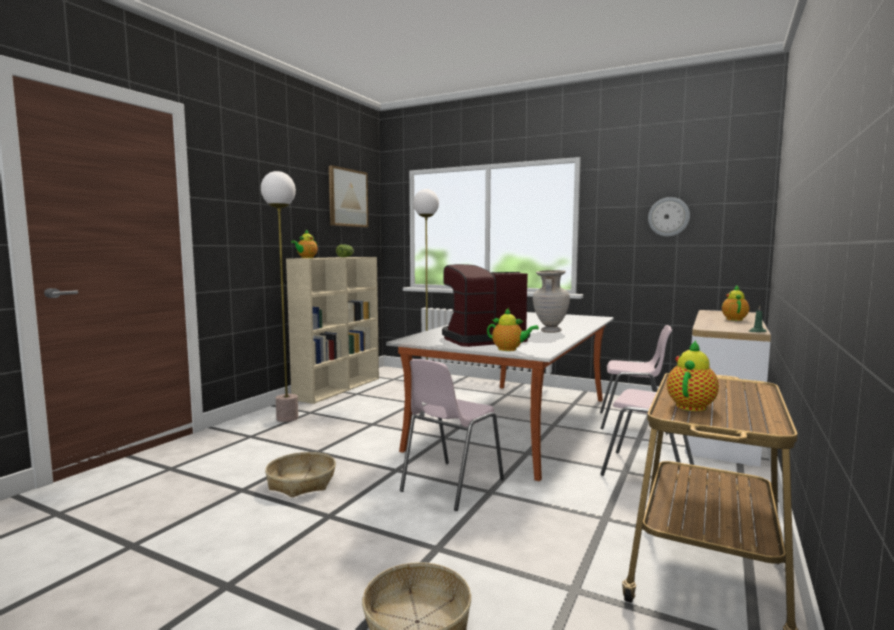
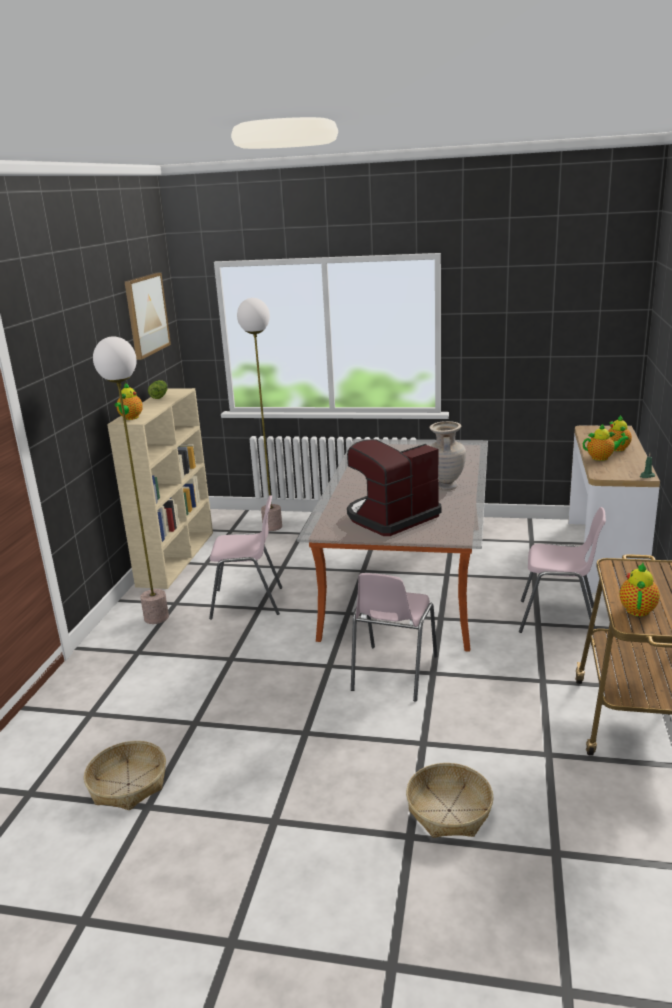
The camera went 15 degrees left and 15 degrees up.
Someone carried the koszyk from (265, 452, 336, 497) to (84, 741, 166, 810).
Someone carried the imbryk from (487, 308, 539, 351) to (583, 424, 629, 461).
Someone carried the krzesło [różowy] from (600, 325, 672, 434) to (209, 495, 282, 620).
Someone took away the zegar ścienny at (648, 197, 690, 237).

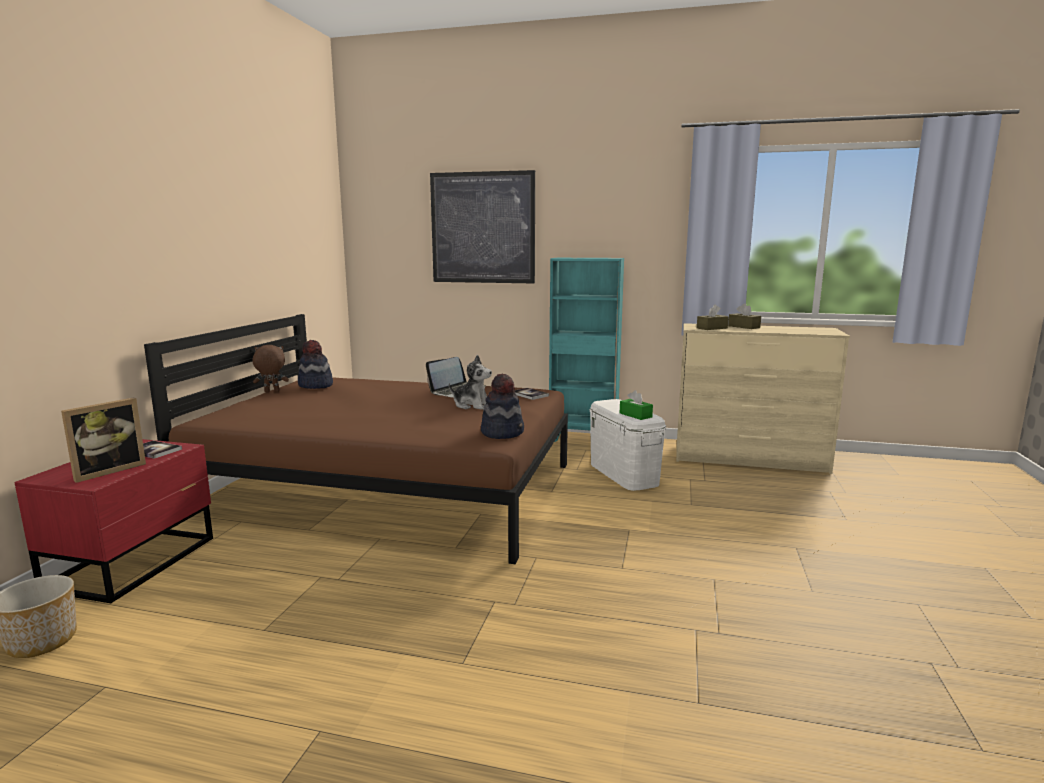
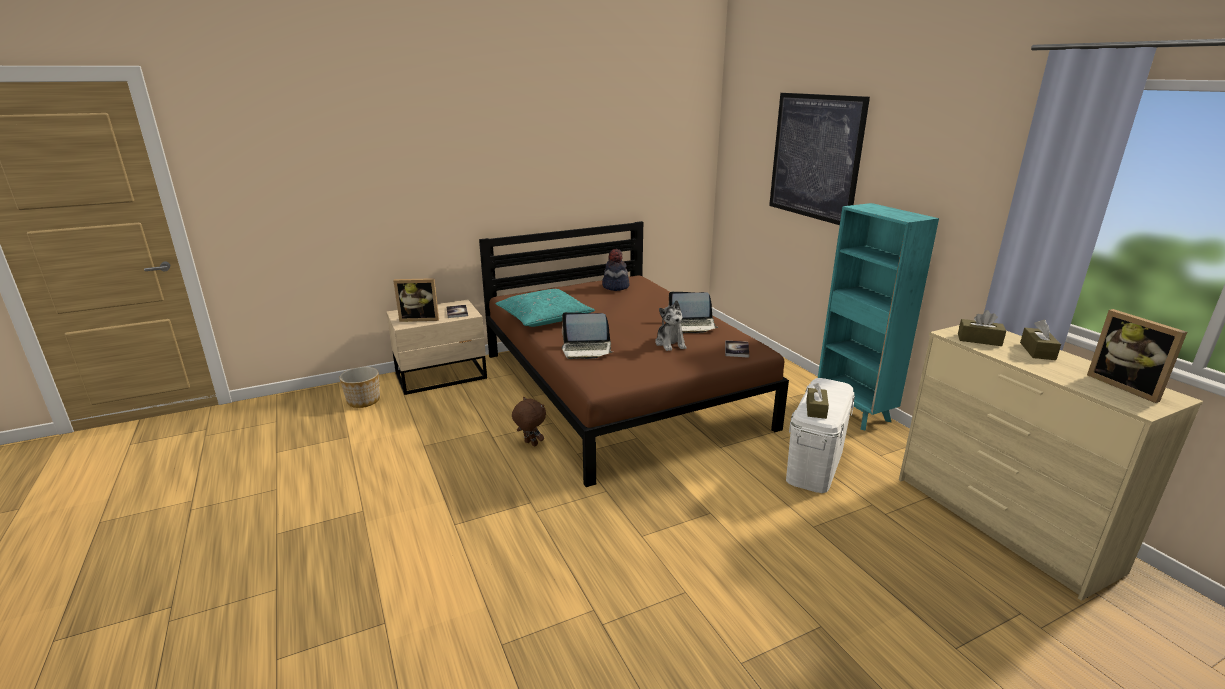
The camera went 50 degrees right and 10 degrees up.
Someone repainted the szafka nocna [czerwony] at (14, 439, 213, 603), which became the szafka nocna [beżowy] at (386, 300, 487, 395).
Someone carried the pluszak [brązowy] from (253, 345, 289, 392) to (512, 397, 546, 446).
Someone took away the kapelusz at (481, 374, 524, 439).
Someone repainted the pudełko chusteczek [zielony] at (620, 390, 653, 420), which became the pudełko chusteczek [brązowy] at (806, 383, 829, 419).
Someone put down the poduszka [turkusowy] at (496, 289, 595, 327).
Someone put down the laptop at (562, 312, 613, 359).
Someone put down the ramka na zdjęcie at (1087, 309, 1187, 403).

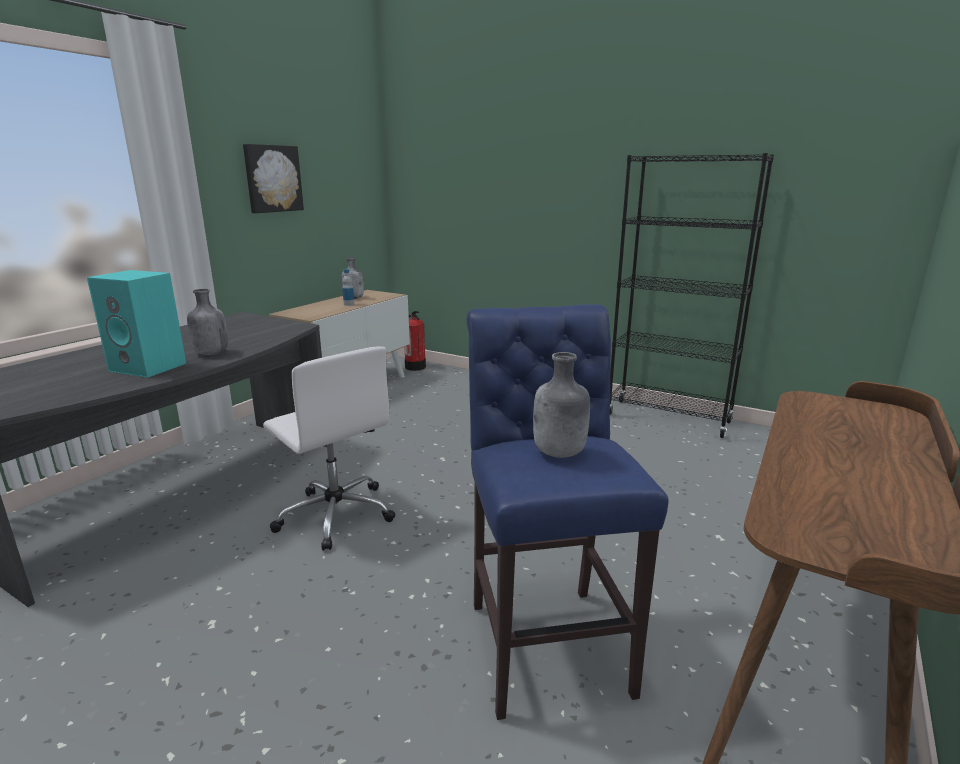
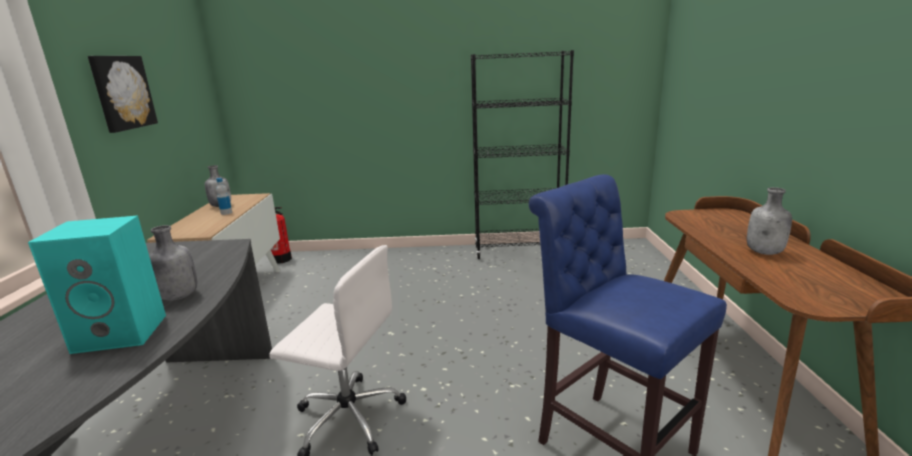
The camera went 30 degrees left and 0 degrees up.
Someone carried the butelka [szary] from (533, 352, 590, 458) to (747, 187, 792, 255).

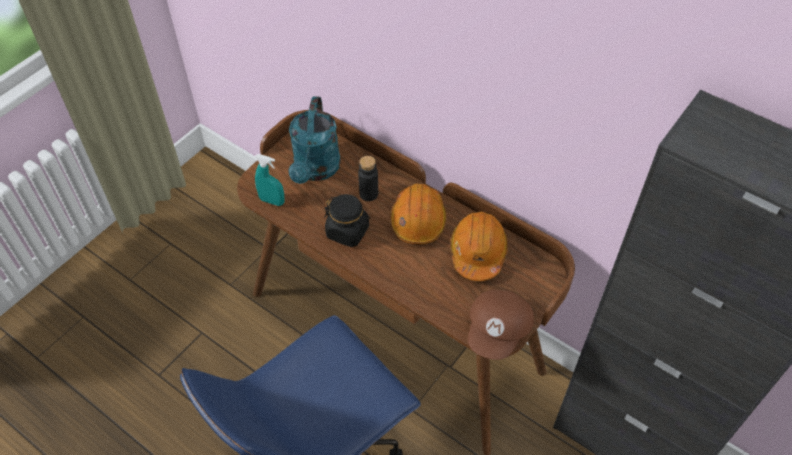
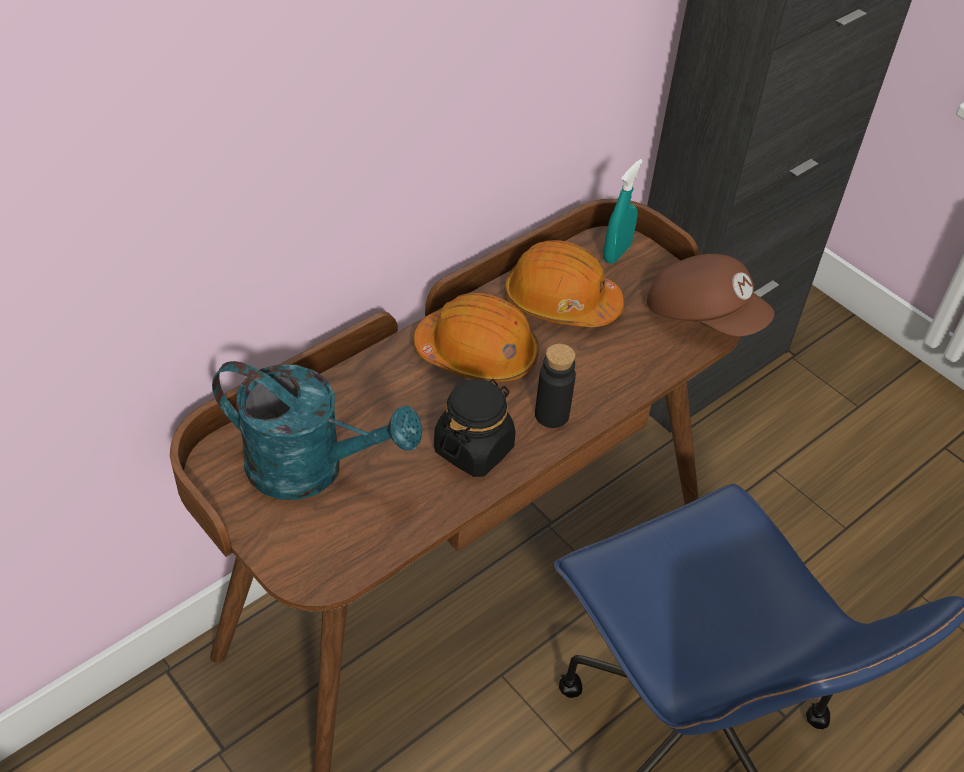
The camera went 80 degrees left and 5 degrees down.
Someone carried the spryskiwacz [turkusowy] from (255, 154, 284, 206) to (603, 159, 643, 264).
Someone carried the butelka [czarny] from (358, 156, 378, 201) to (535, 344, 576, 428).

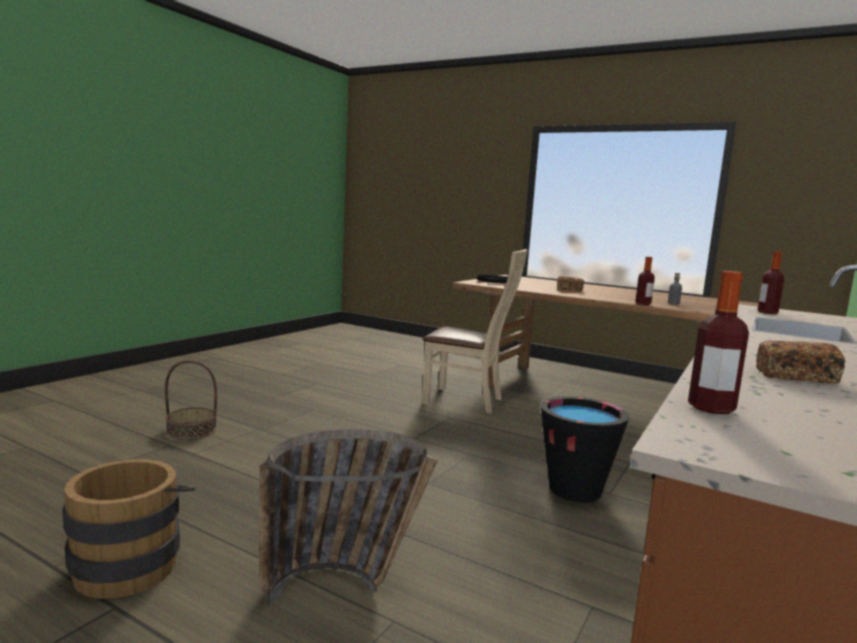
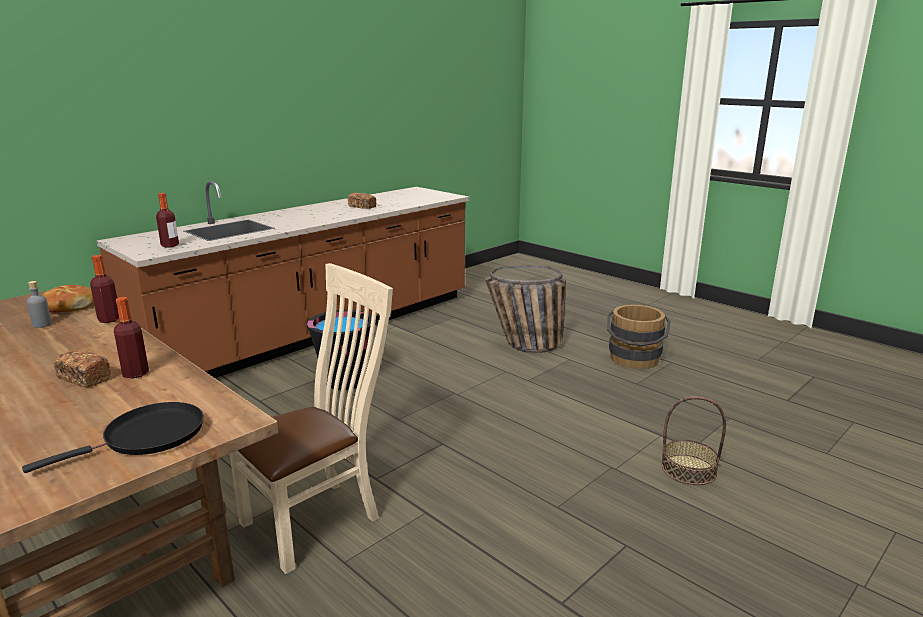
The camera went 165 degrees left and 10 degrees up.
Someone rotated the krzesło [beżowy] at (422, 249, 528, 414) by 105 degrees clockwise.
Someone carried the butelka from (688, 271, 749, 414) to (114, 297, 149, 378).
Someone put down the chleb at (42, 285, 94, 313).

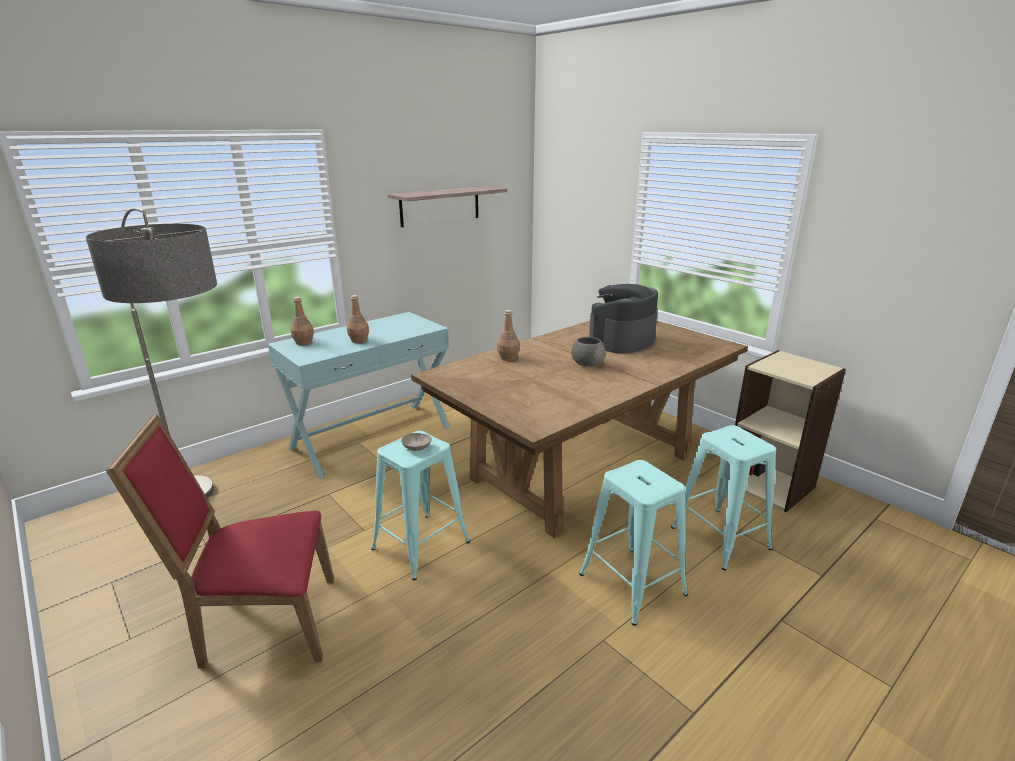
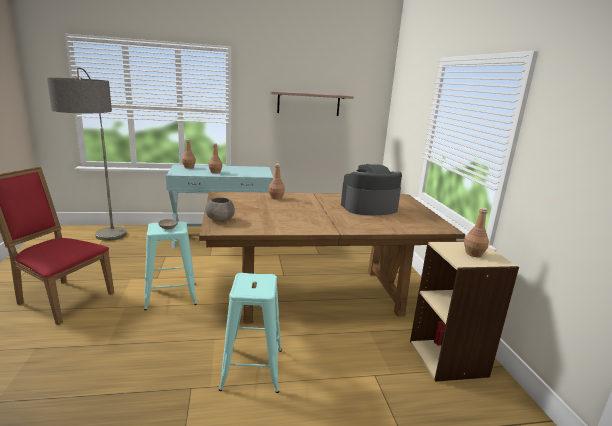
The camera went 30 degrees right and 5 degrees down.
Someone carried the miska [szary] from (571, 337, 606, 366) to (206, 198, 235, 222).
Someone took away the stołek [turkusowy] at (671, 425, 776, 571).
Someone put down the butelka [brązowy] at (464, 208, 489, 257).

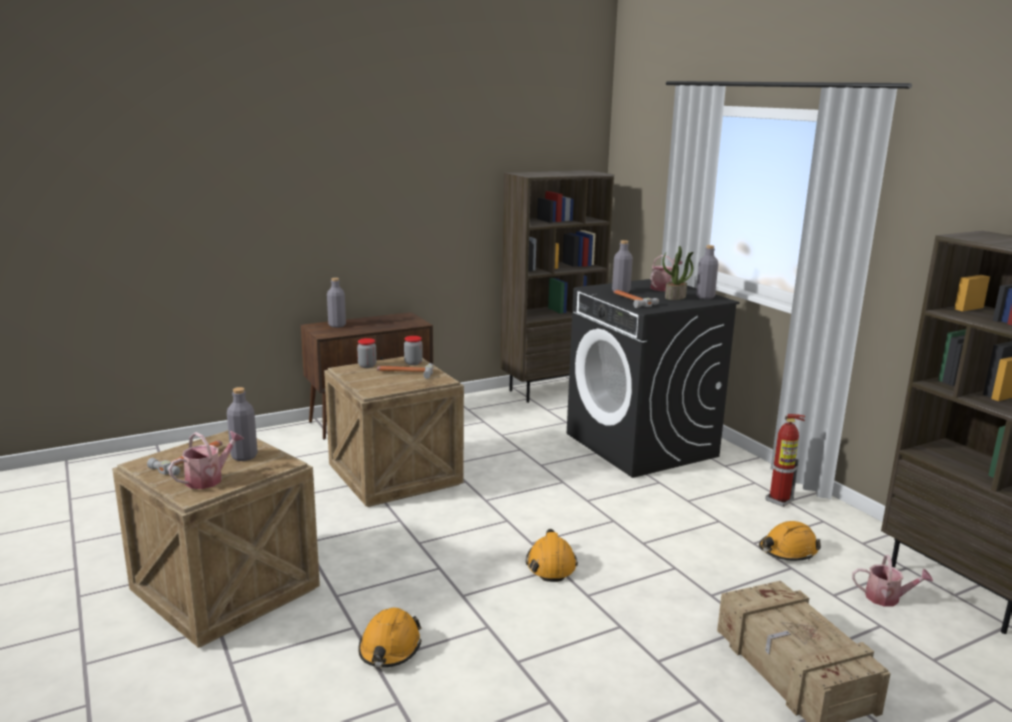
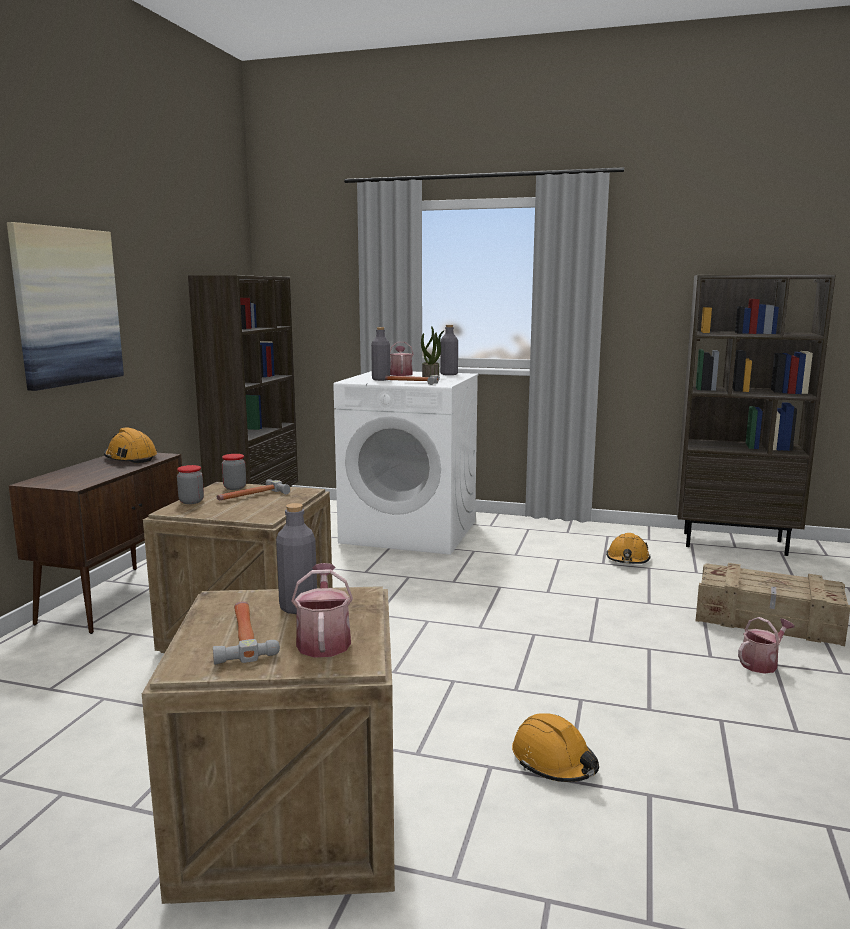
The camera went 45 degrees left and 5 degrees down.
Someone took away the butelka [szary] at (327, 278, 346, 328).
Someone carried the kask [pomarańczowy] from (526, 529, 578, 582) to (104, 427, 157, 464).
Someone repainted the pralka [czarny] at (567, 279, 740, 478), which became the pralka [biały] at (333, 371, 478, 555).
Someone took away the gaśnica at (766, 414, 805, 507).
Someone carried the konewka from (852, 555, 933, 607) to (738, 617, 795, 674).
Someone put up the obraz at (7, 222, 124, 391).

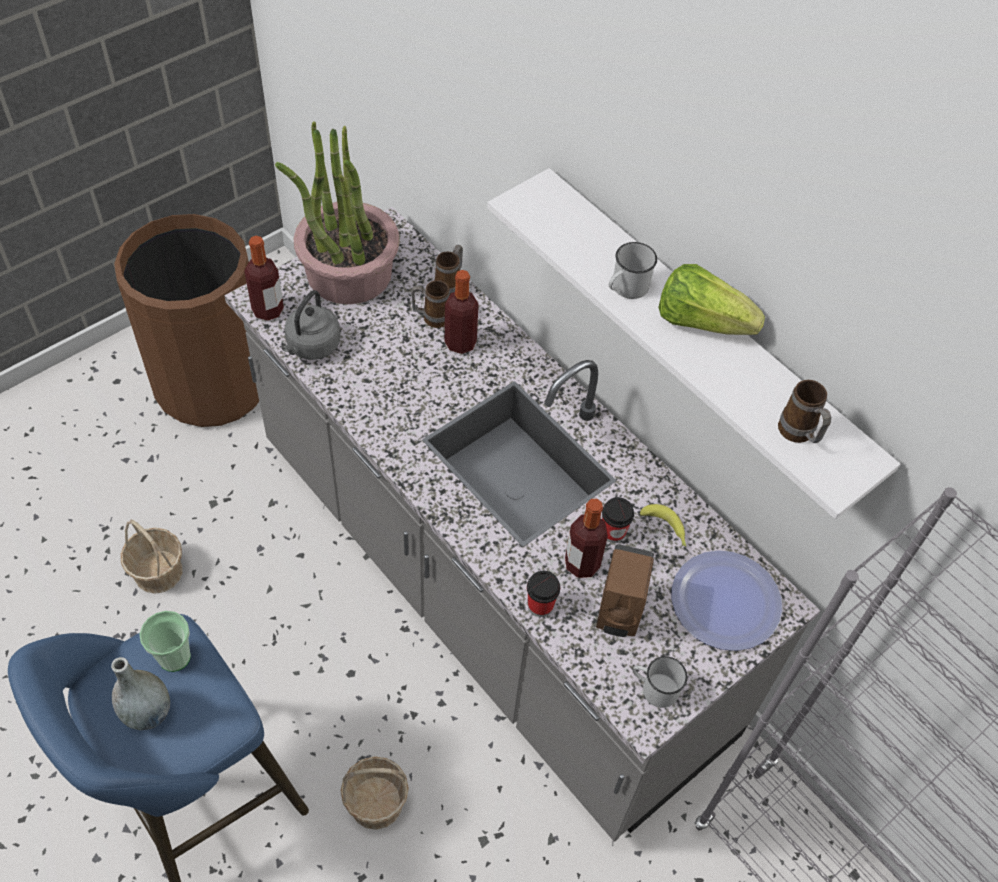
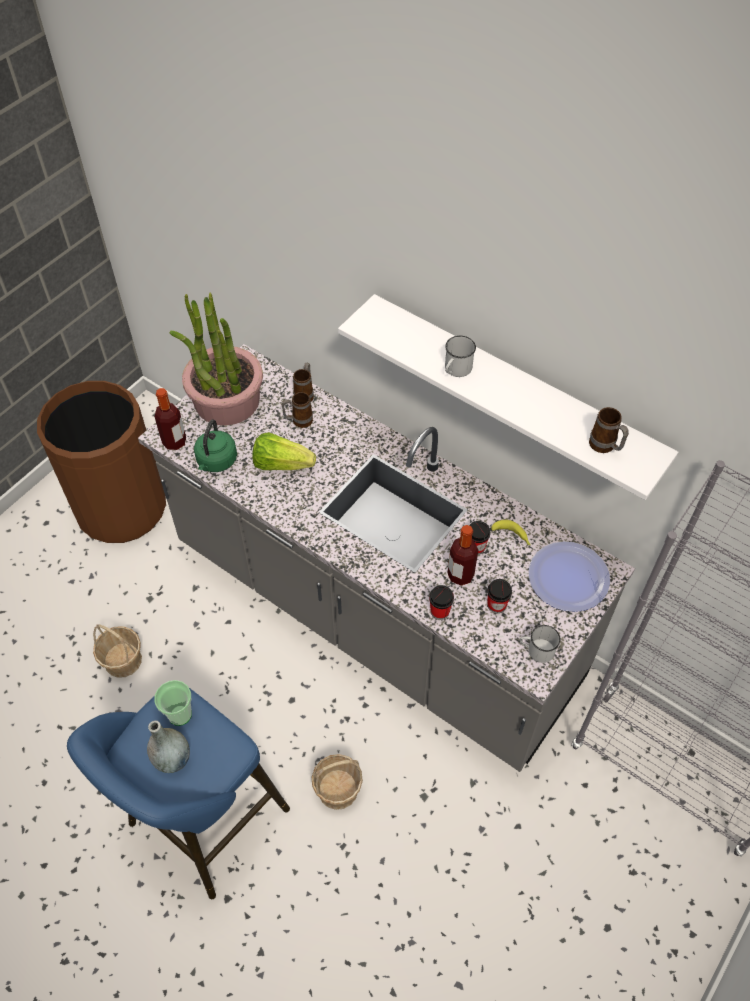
The camera went 10 degrees left and 0 degrees up.
Someone repainted the czajnik [szary] at (282, 290, 340, 360), which became the czajnik [zielony] at (194, 419, 237, 472).
Someone took away the butelka at (445, 270, 479, 354).
Someone swapped the dozownik mydła [brązowy] at (596, 544, 654, 637) for the filiżanka at (487, 579, 512, 614).
Someone carried the sałata from (658, 264, 765, 335) to (252, 432, 316, 470).

